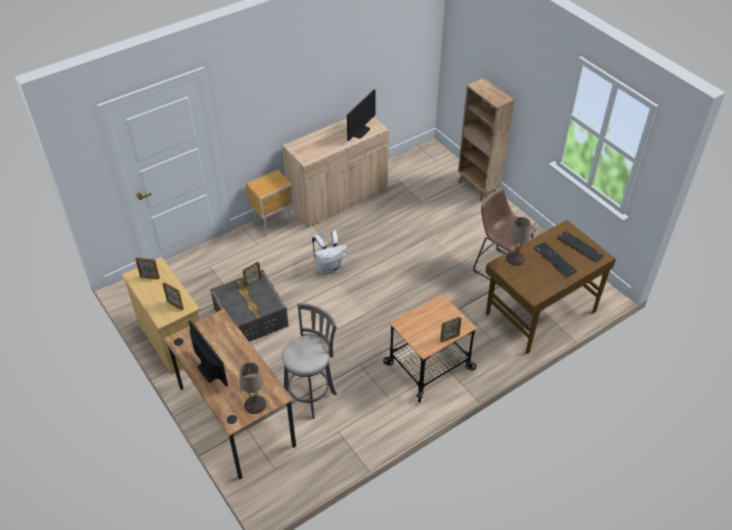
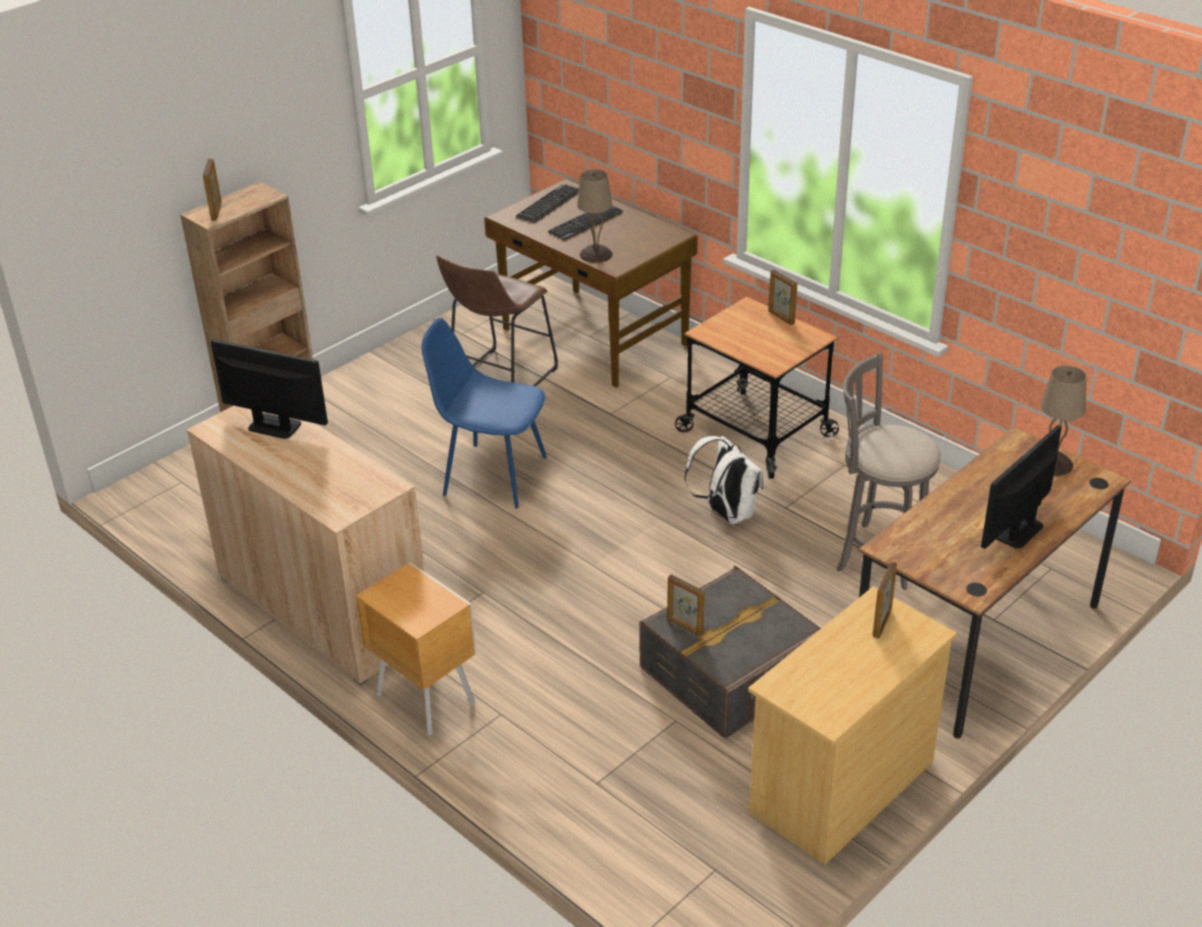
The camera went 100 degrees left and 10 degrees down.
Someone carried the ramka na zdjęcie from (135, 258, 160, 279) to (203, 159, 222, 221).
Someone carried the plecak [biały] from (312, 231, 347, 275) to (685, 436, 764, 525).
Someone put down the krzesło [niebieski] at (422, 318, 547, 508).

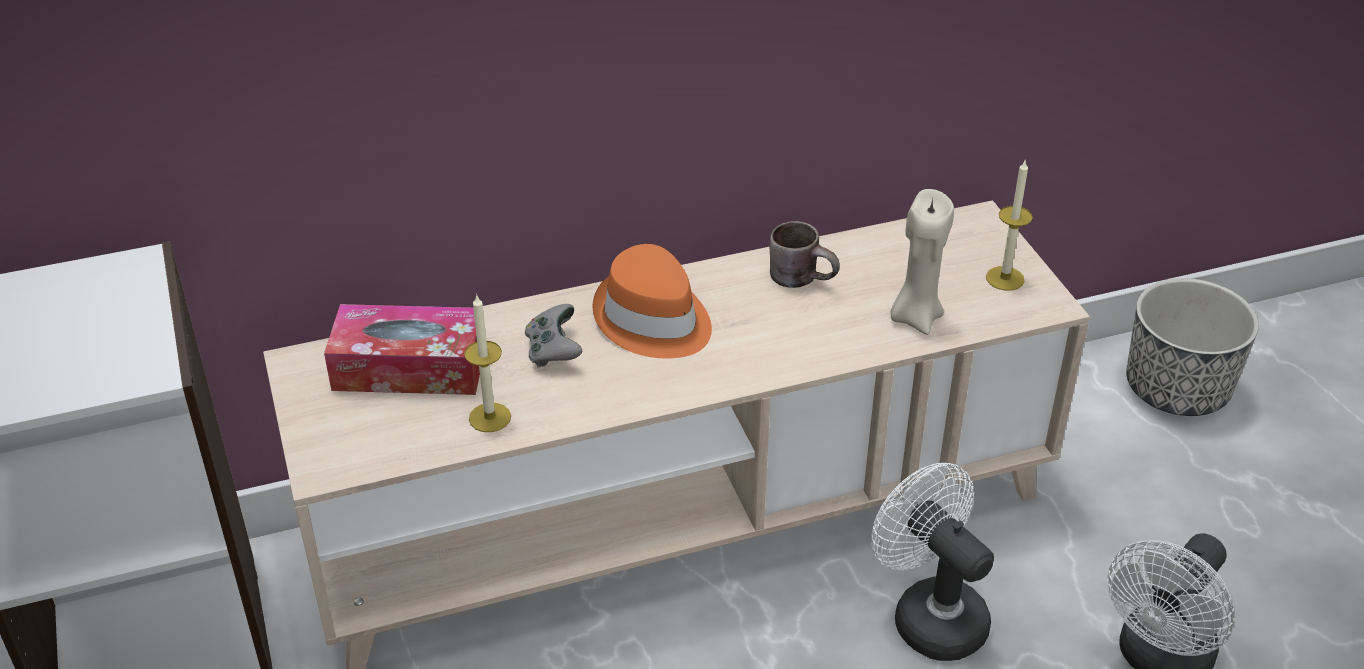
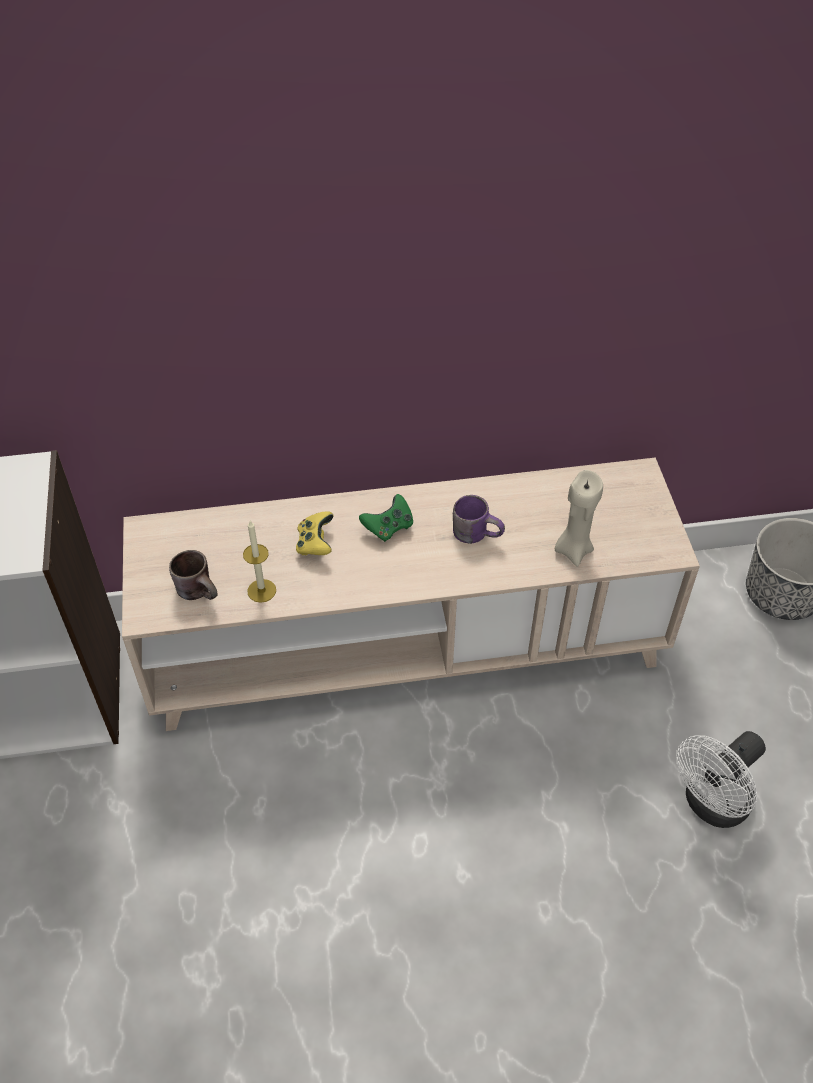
The camera went 10 degrees right and 10 degrees up.
Someone took away the pudełko chusteczek at (324, 304, 480, 395).
Someone repainted the pad do gier [szary] at (525, 304, 582, 367), which became the pad do gier [żółty] at (296, 511, 334, 555).
Someone swapped the kapelusz [pomarańczowy] at (592, 244, 712, 358) for the pad do gier [zielony] at (359, 494, 413, 542).
Someone carried the kubek [brązowy] from (770, 221, 840, 288) to (169, 550, 218, 600).
Someone took away the wentylator [biały] at (871, 463, 994, 661).
Someone took away the świeca at (986, 161, 1033, 291).
Someone put down the kubek [fioletowy] at (453, 495, 505, 544).

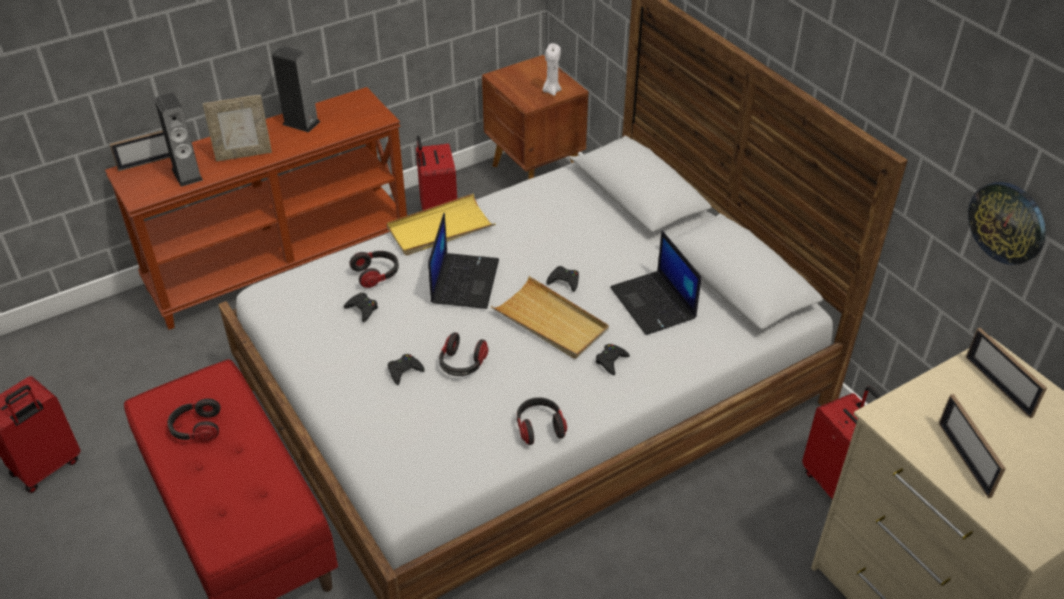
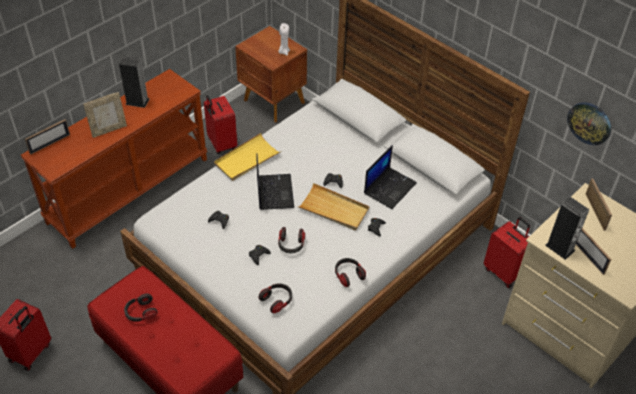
The camera went 15 degrees left and 5 degrees up.
Someone carried the głośnik from (154, 93, 203, 187) to (545, 197, 589, 260).
Someone carried the słuchawki from (349, 251, 399, 288) to (258, 283, 292, 313).
Someone rotated the laptop at (610, 230, 701, 335) by 105 degrees counterclockwise.
Someone rotated the ramka na zdjęcie at (966, 328, 1047, 418) by 150 degrees counterclockwise.

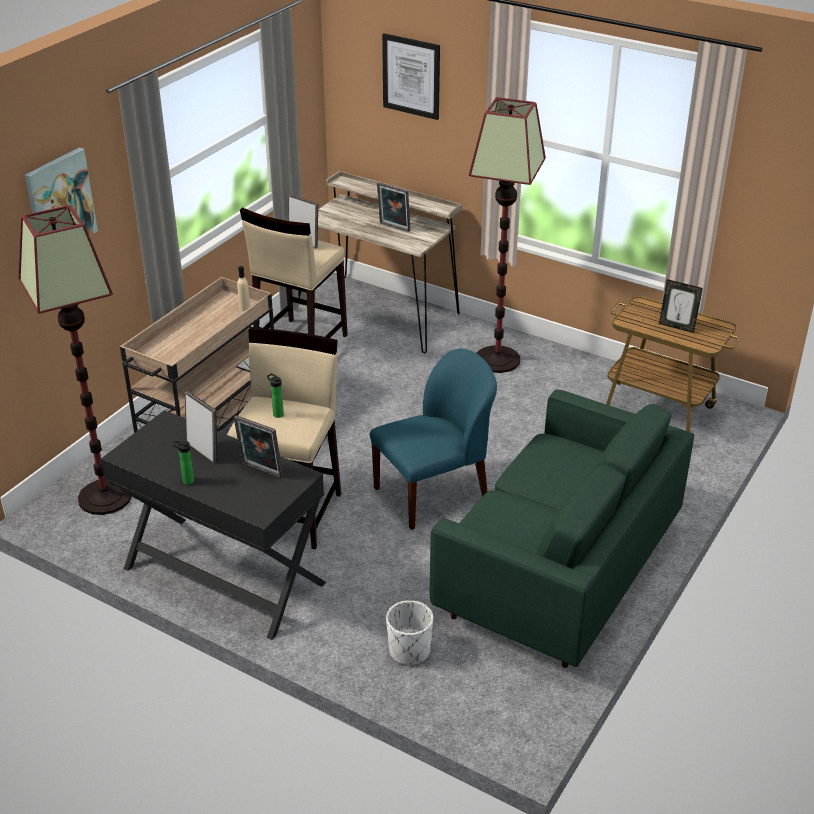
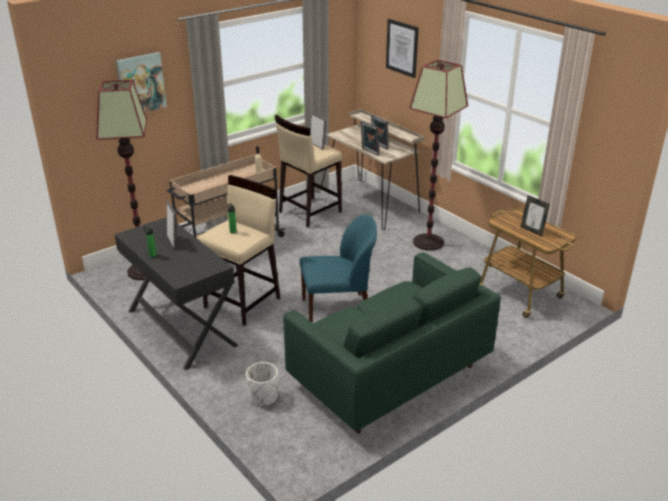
The camera went 20 degrees right and 5 degrees down.
Someone carried the ramka na zdjęcie from (234, 415, 283, 478) to (361, 121, 379, 156).

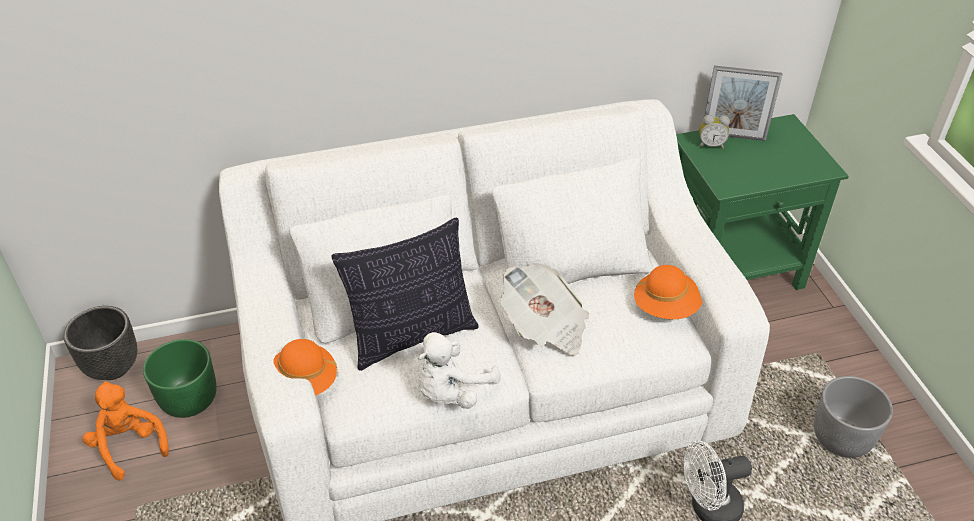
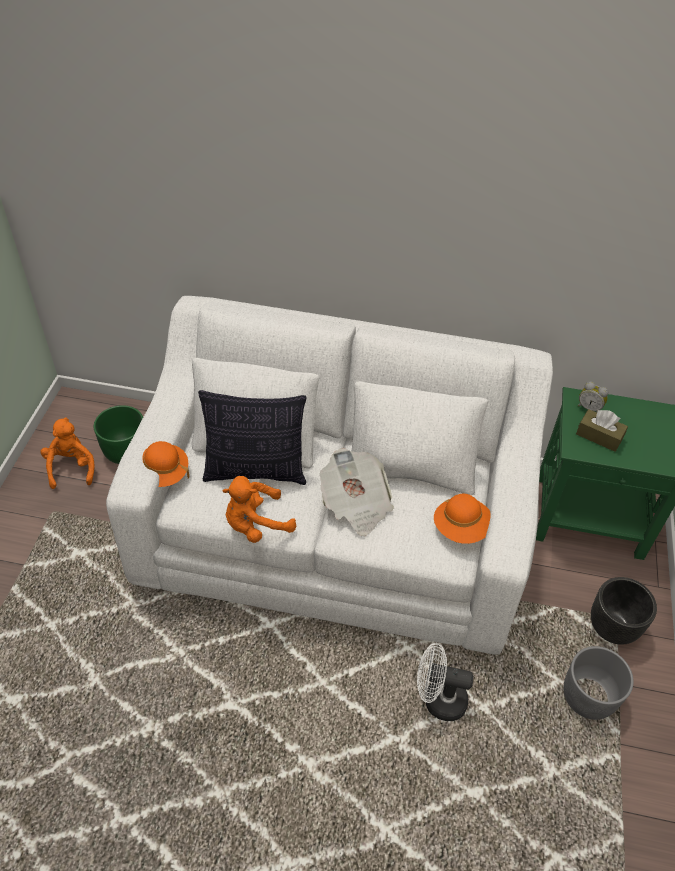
The camera went 25 degrees right and 5 degrees up.
Someone carried the donica [czarny] from (63, 306, 137, 380) to (591, 577, 657, 645).
Someone repainted the pluszak [biały] at (418, 332, 501, 409), which became the pluszak [pomarańczowy] at (223, 476, 296, 543).
Someone took away the ramka na zdjęcie at (704, 66, 782, 141).
Someone put down the pudełko chusteczek [brązowy] at (576, 409, 628, 452).

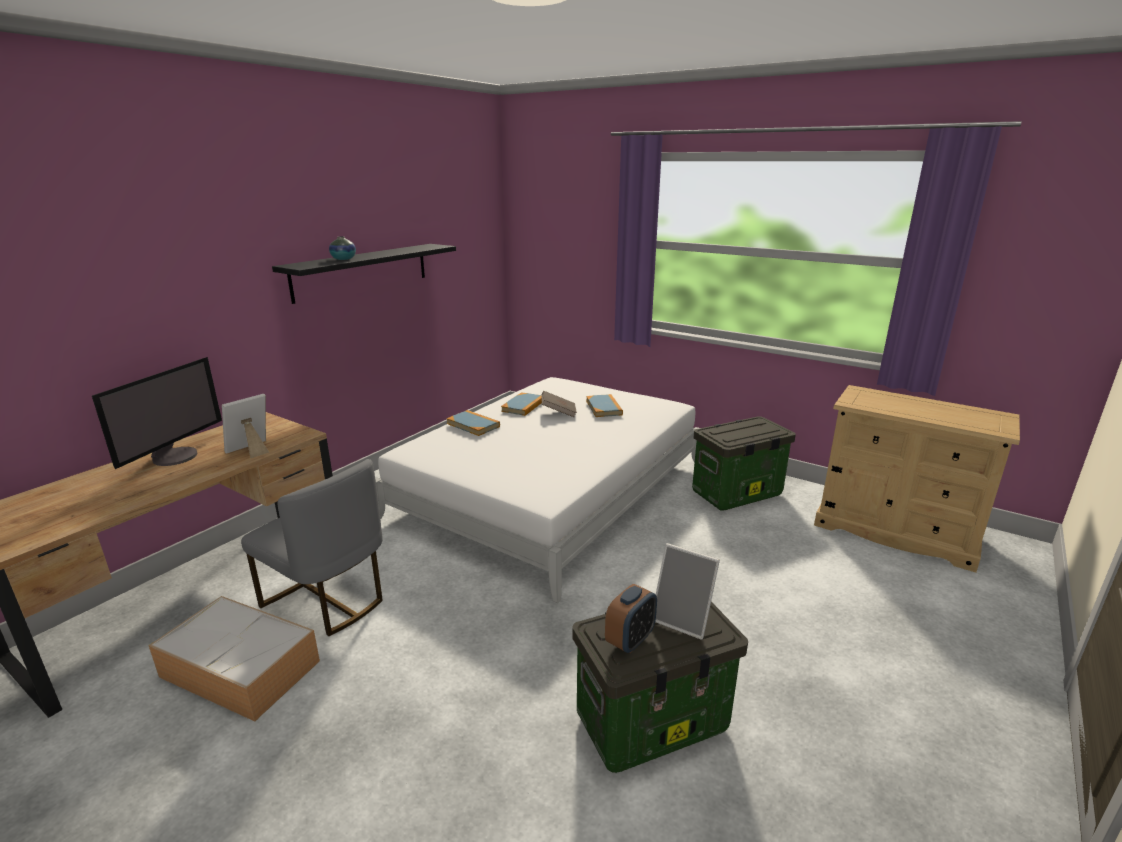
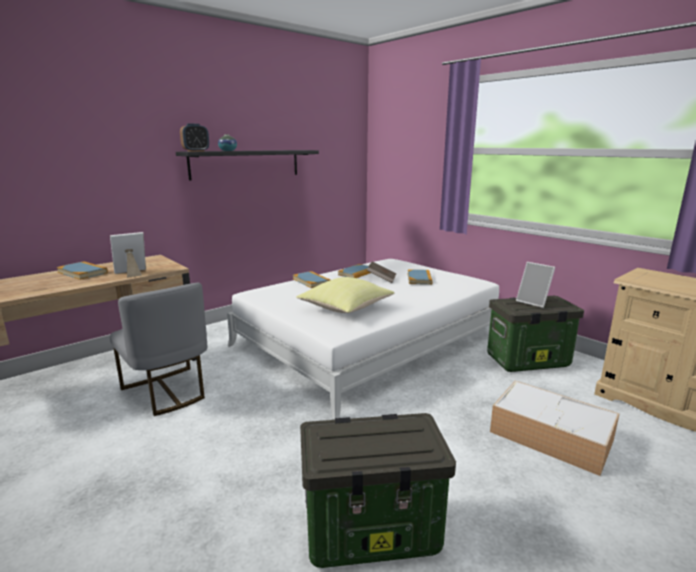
The camera went 15 degrees right and 5 degrees down.
Someone swapped the monitor at (92, 357, 222, 469) for the książka at (57, 261, 108, 280).
Someone carried the pojemnik do przechowywania from (149, 596, 320, 721) to (490, 381, 619, 476).
Someone carried the budzik from (605, 584, 657, 653) to (180, 124, 209, 152).
Someone carried the ramka na zdjęcie from (655, 543, 720, 640) to (516, 262, 555, 308).
Someone put down the poduszka [żółty] at (296, 277, 395, 313).

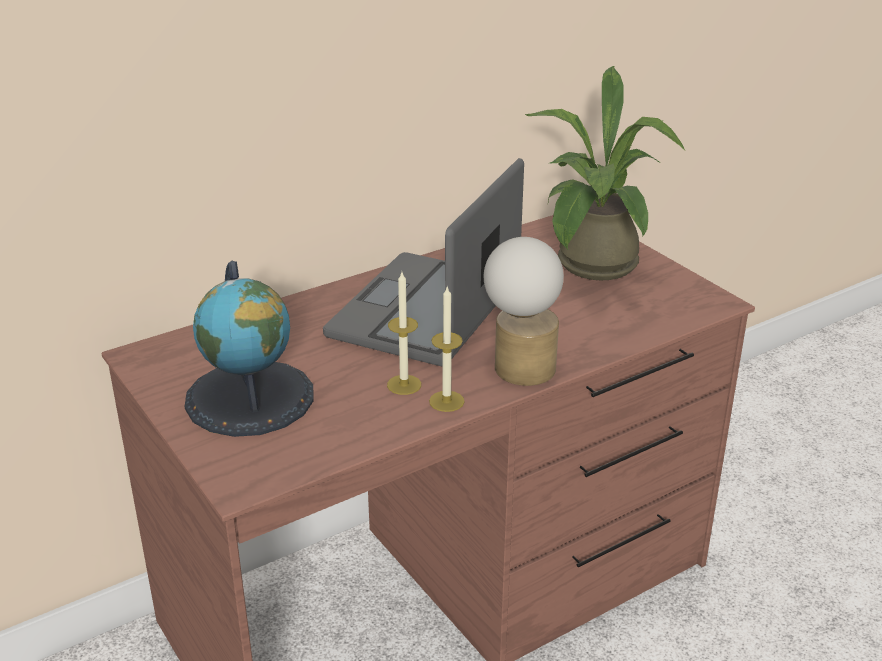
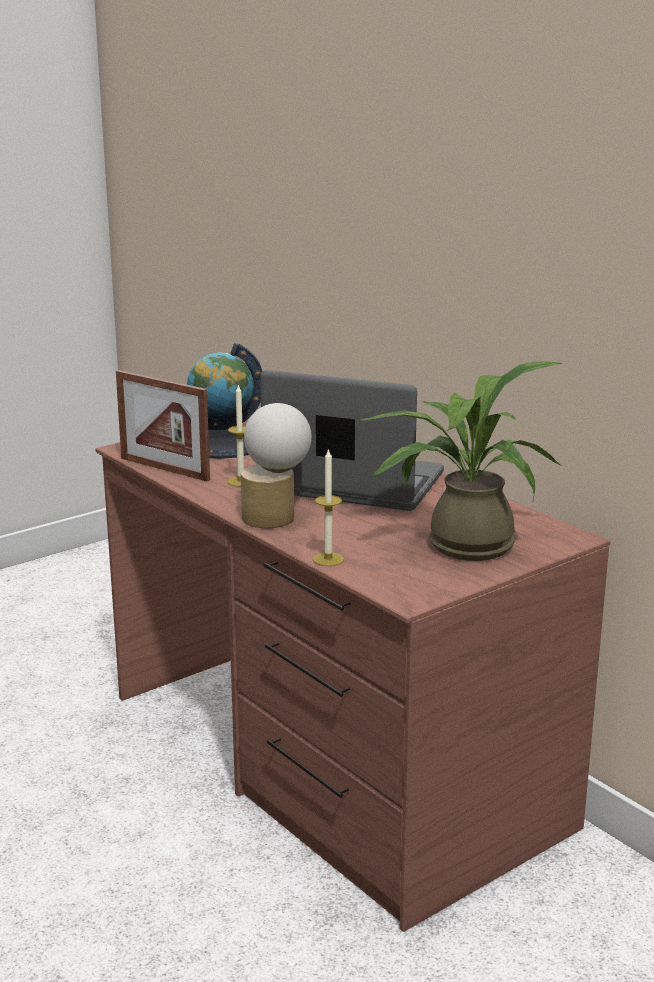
The camera went 85 degrees right and 10 degrees down.
Someone carried the świeca from (429, 285, 465, 412) to (313, 448, 344, 566).
Someone put down the ramka na zdjęcie at (116, 370, 210, 481).

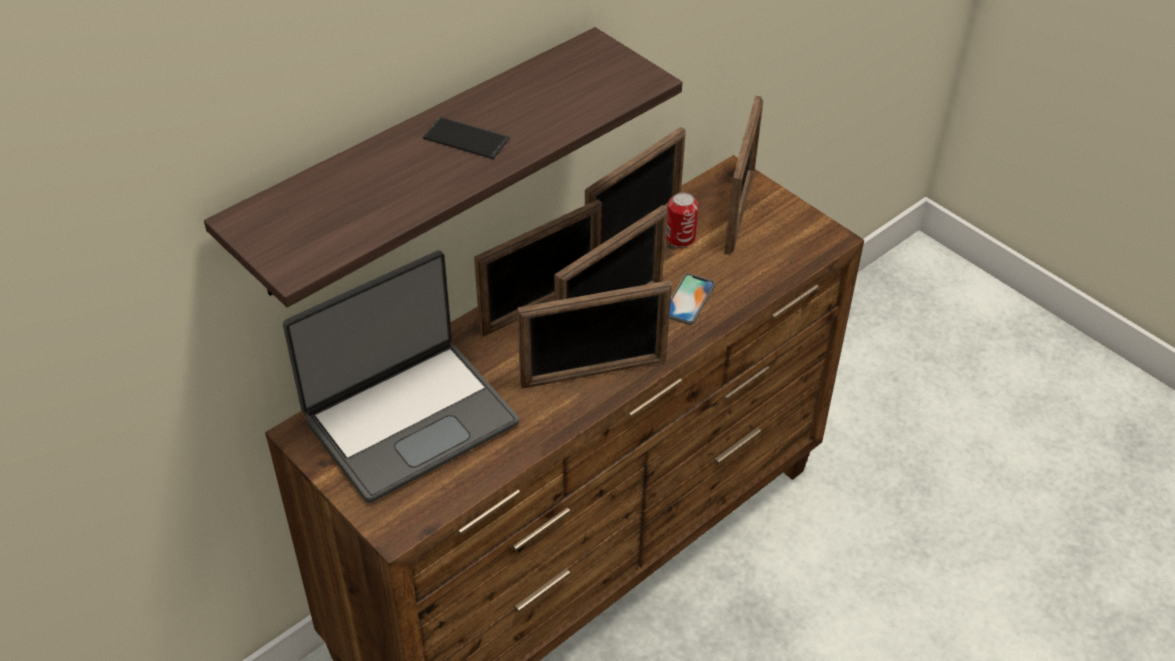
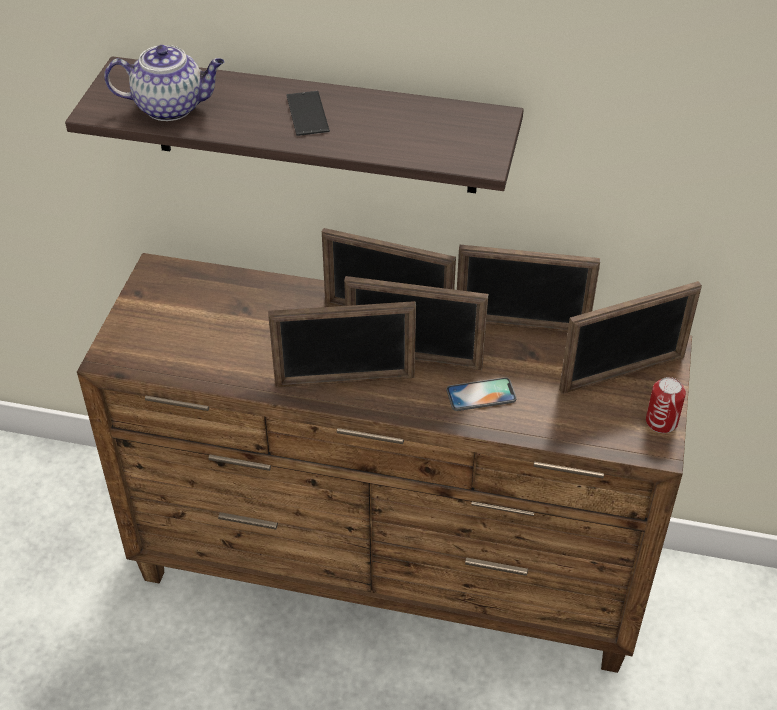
The camera went 55 degrees right and 0 degrees up.
Someone took away the laptop at (283, 250, 519, 503).
Someone rotated the ramka na zdjęcie at (517, 280, 672, 389) by 45 degrees counterclockwise.
Someone carried the puszka from (666, 192, 699, 247) to (646, 377, 686, 433).
Someone put down the imbryk at (104, 45, 224, 121).

